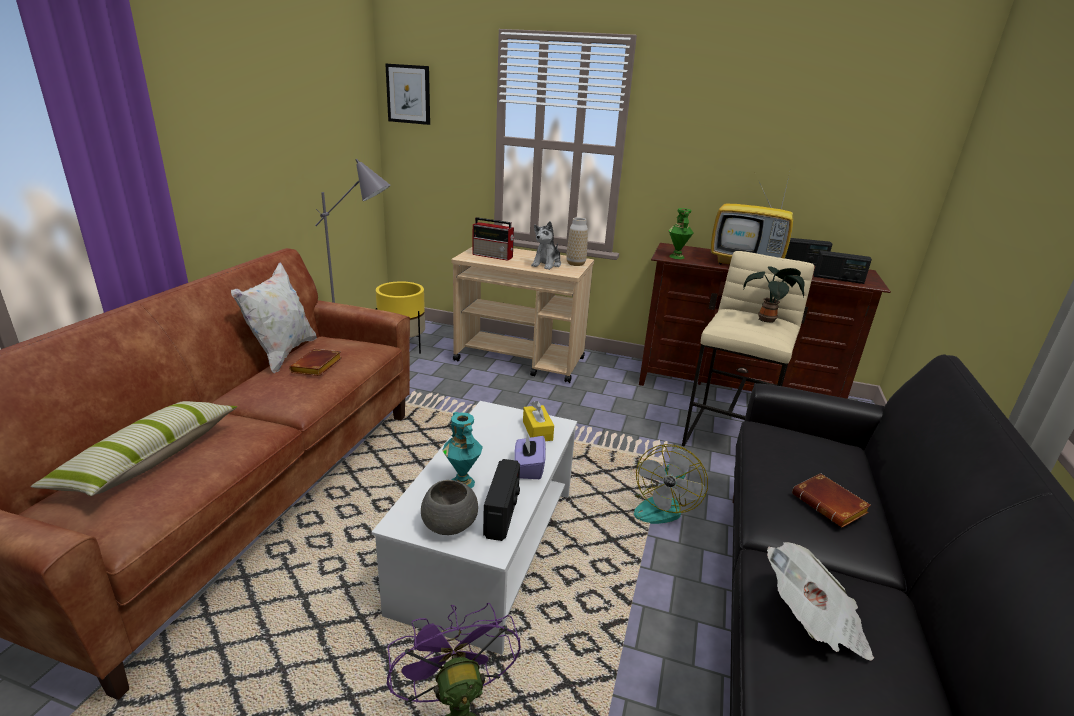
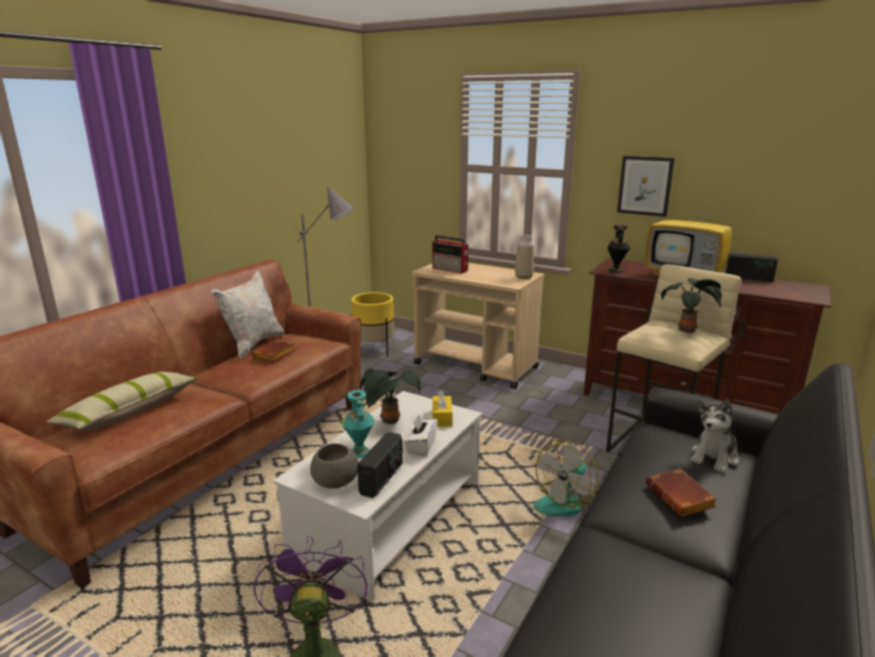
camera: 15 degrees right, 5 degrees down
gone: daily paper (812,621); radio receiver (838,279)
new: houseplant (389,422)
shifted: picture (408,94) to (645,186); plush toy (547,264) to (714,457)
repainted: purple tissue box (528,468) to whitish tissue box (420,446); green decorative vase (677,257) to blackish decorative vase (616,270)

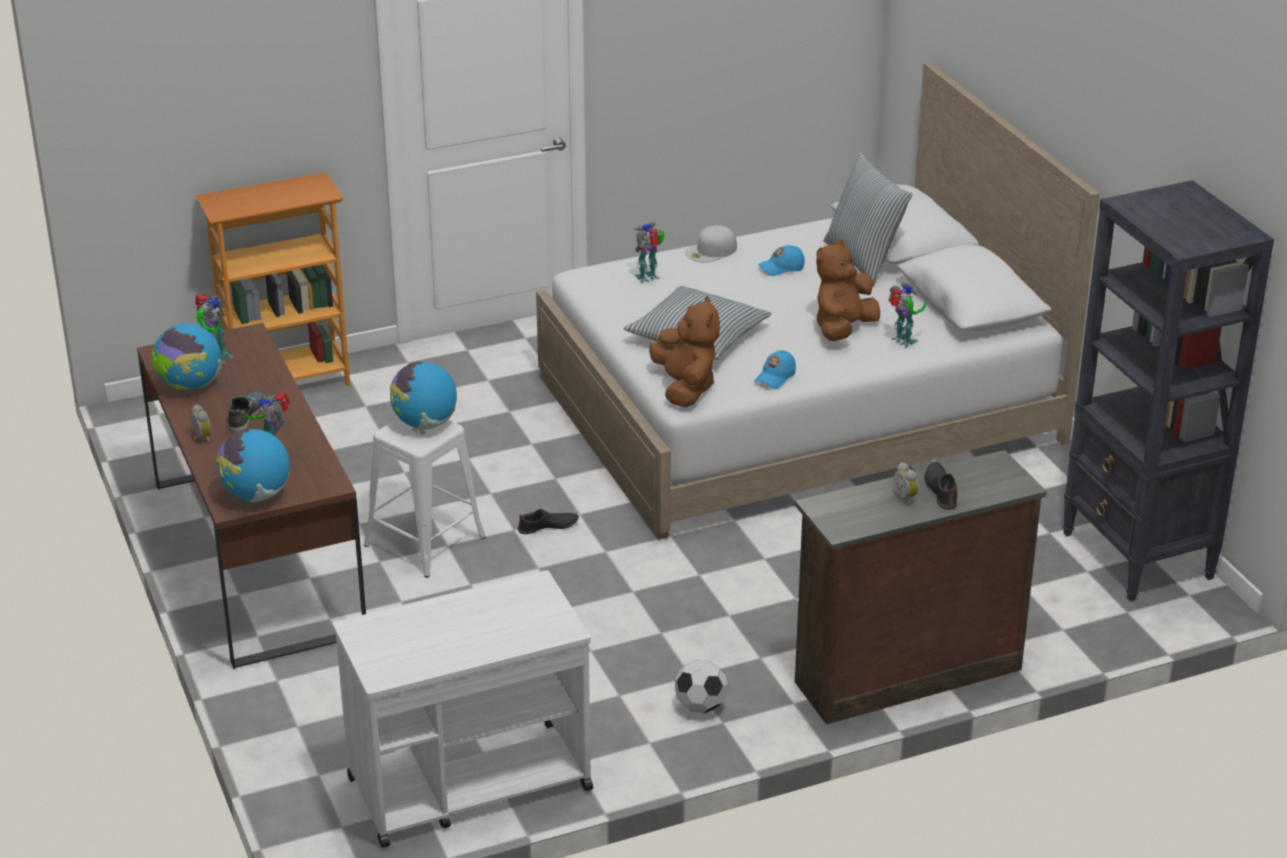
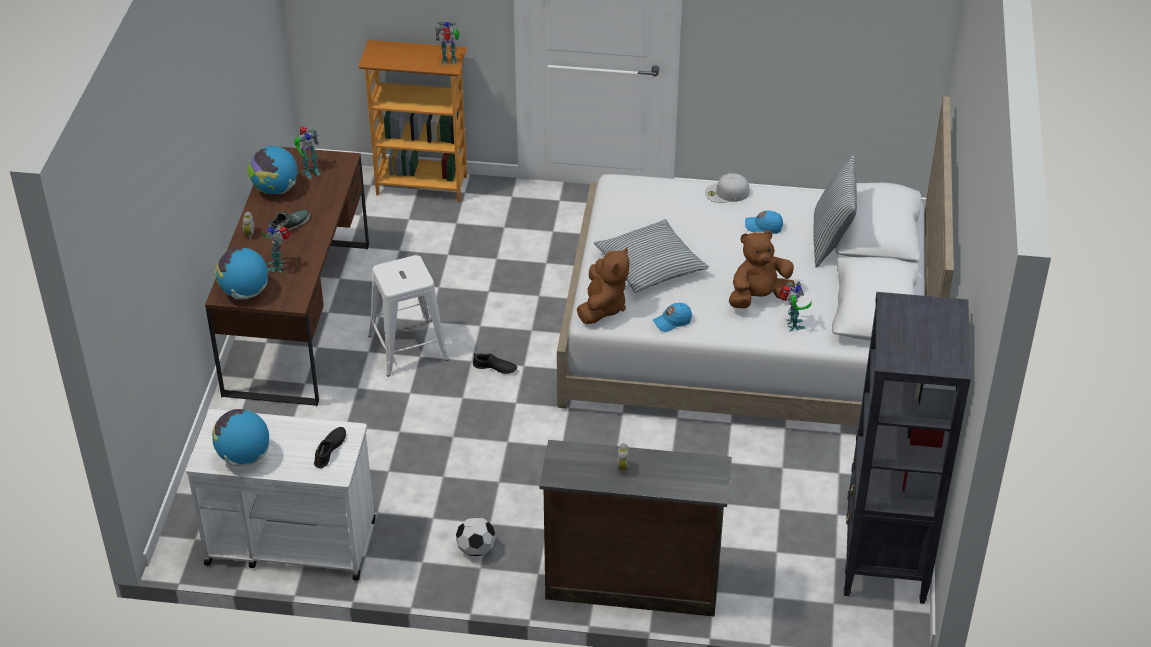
camera: 30 degrees right, 10 degrees up
shifted: globe (425,424) to (244,457); robot figure (649,278) to (450,62); blackish shoe (941,490) to (330,450)

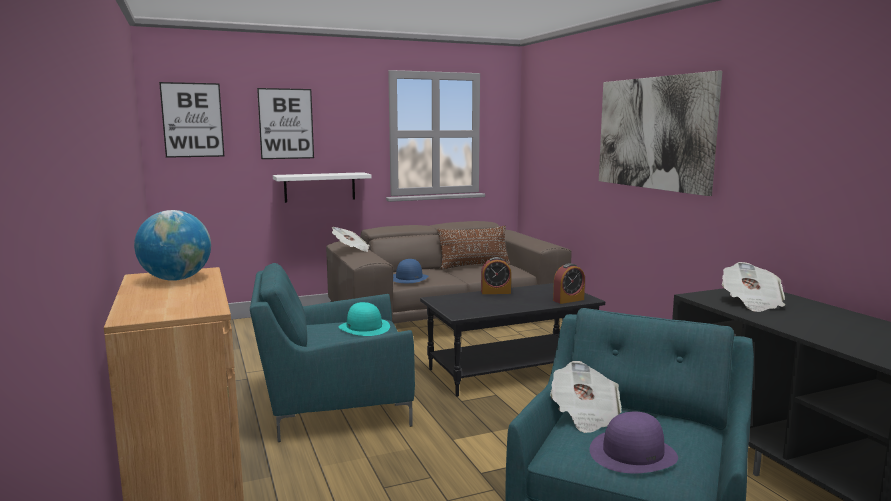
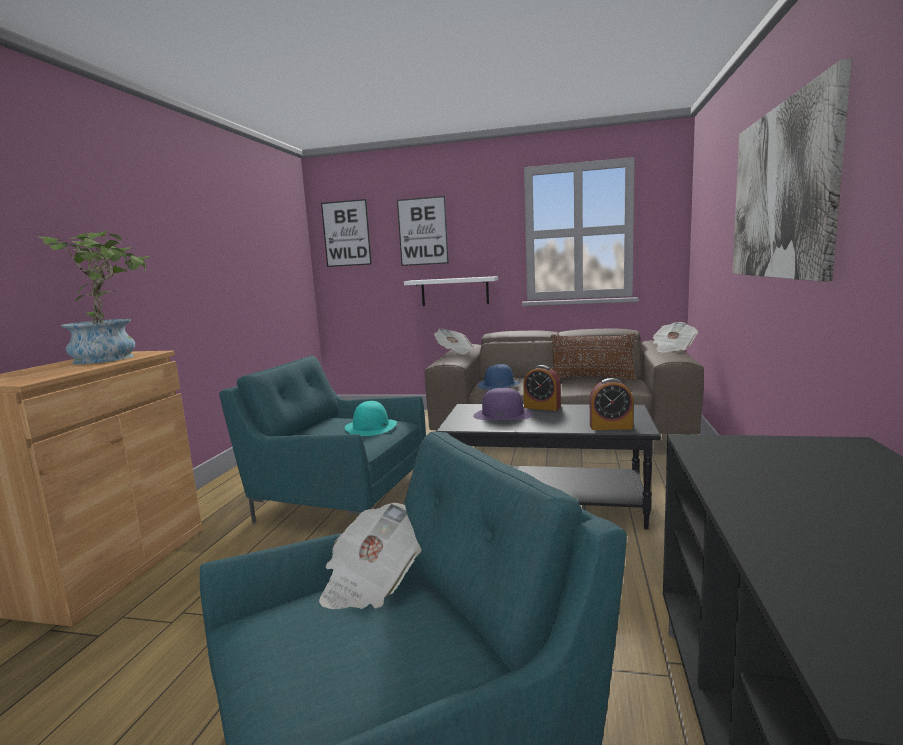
camera: 35 degrees right, 0 degrees up
shifted: purple hat (633,453) to (503,415); daily paper (751,303) to (672,349)
swapped: globe (176,279) to houseplant (112,357)

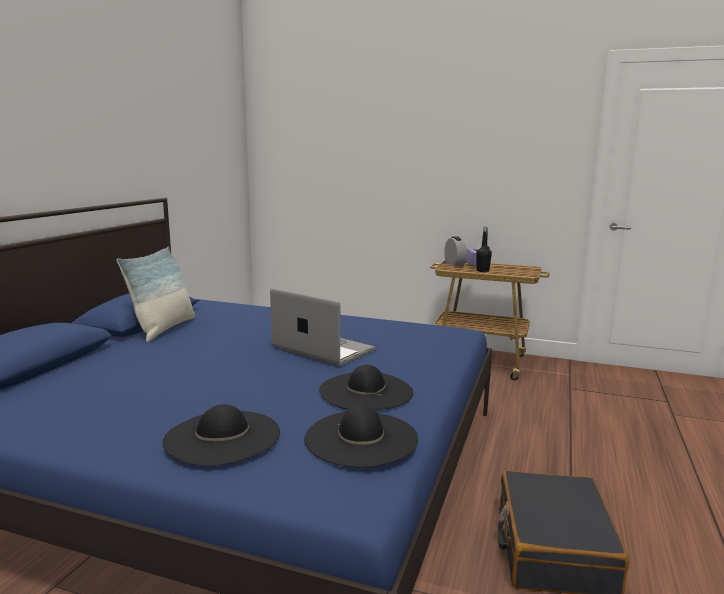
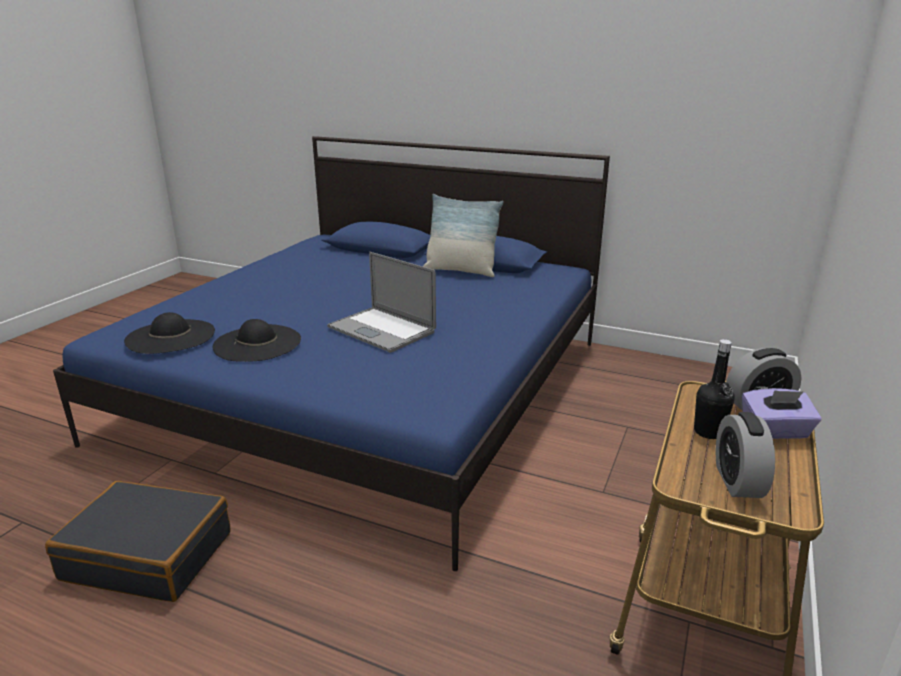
camera: 95 degrees right, 10 degrees up
gone: blackish hat (222,437)
new: bedside clock (737,481)
rotated: laptop (323,349) = (381,329) 90 degrees clockwise

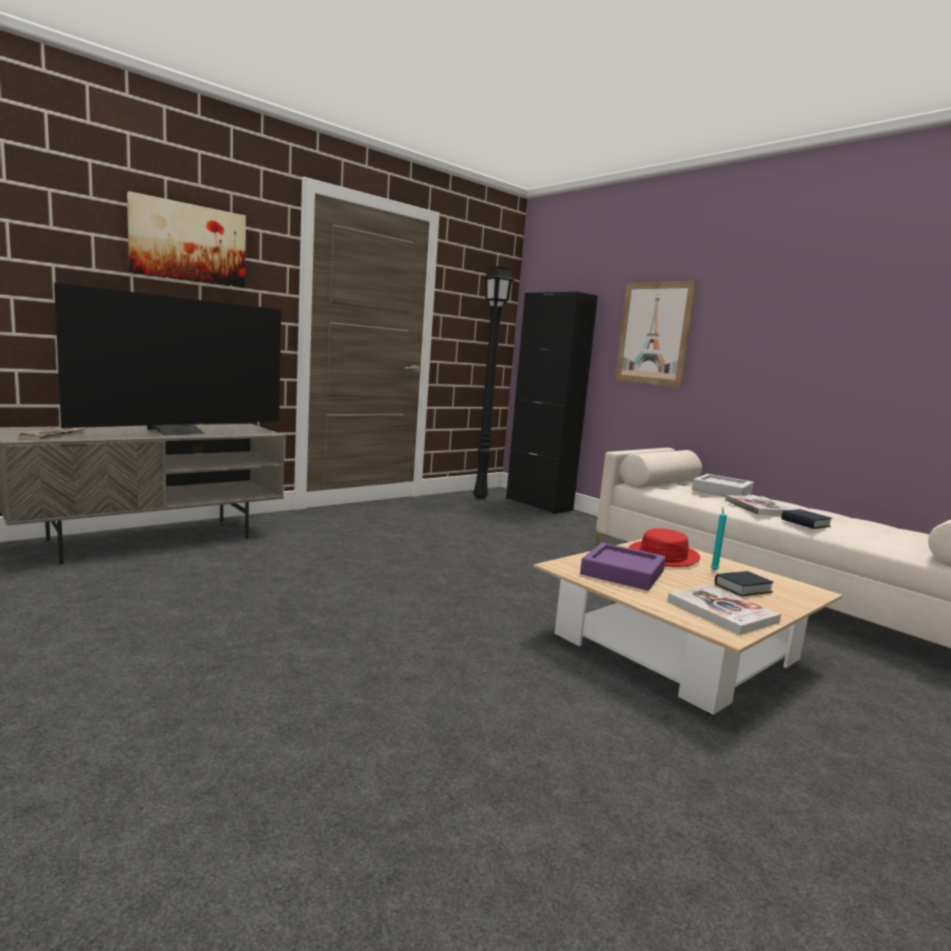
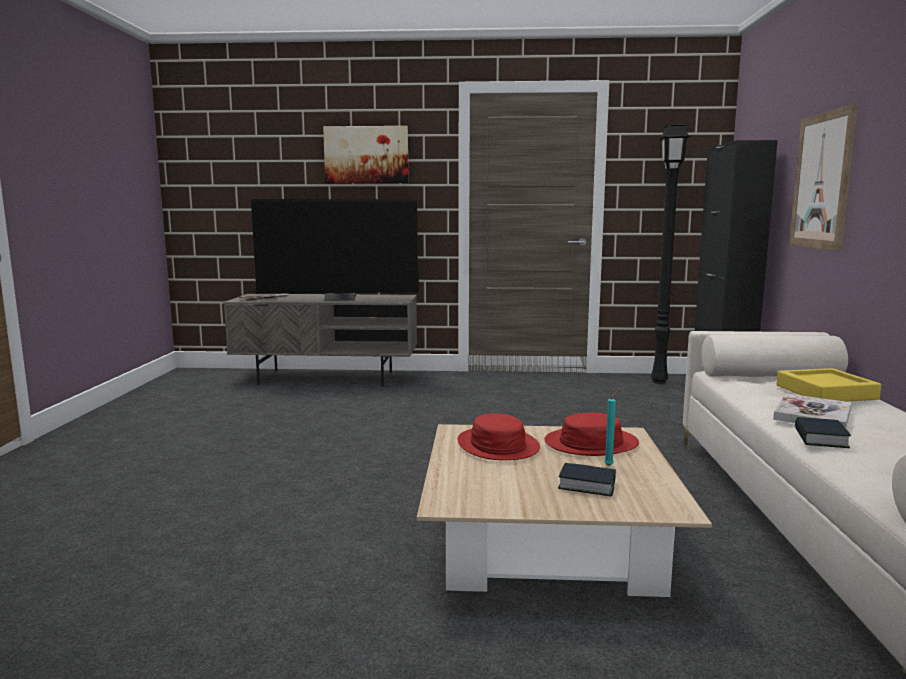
camera: 45 degrees right, 0 degrees up
gone: volume (722,611)
swapped: purple serving tray (622,572) to red-coloured hat (497,445)
repainted: grey serving tray (722,491) to yellow-coloured serving tray (825,392)

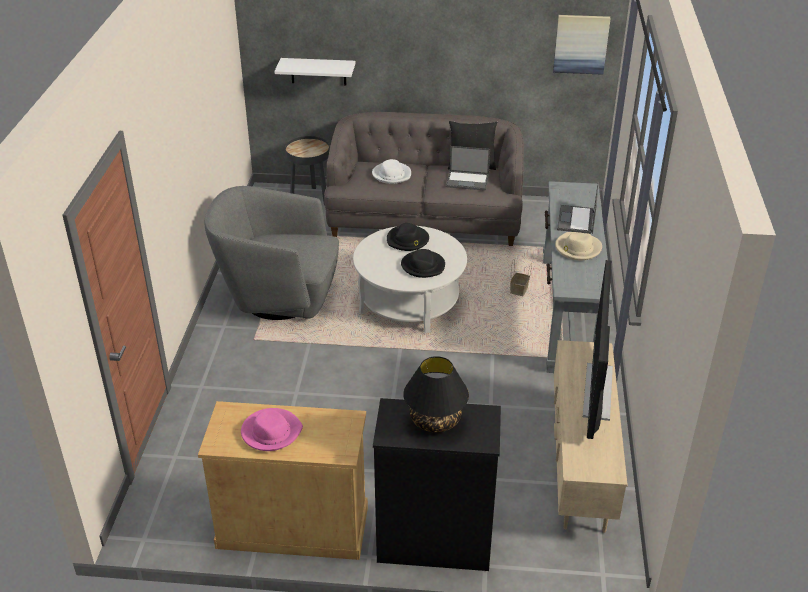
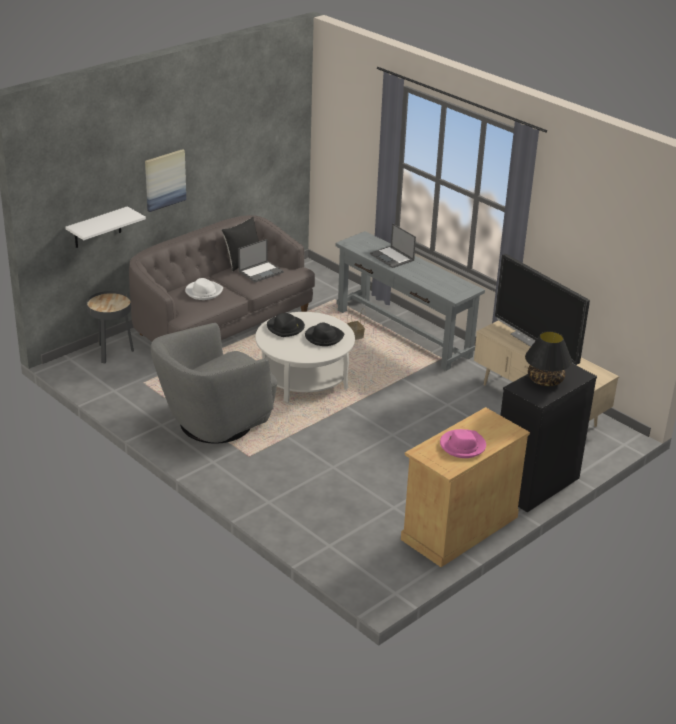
camera: 50 degrees left, 5 degrees down
gone: sand-coloured hat (577,248)
shifted: picture (581,44) to (164,180)

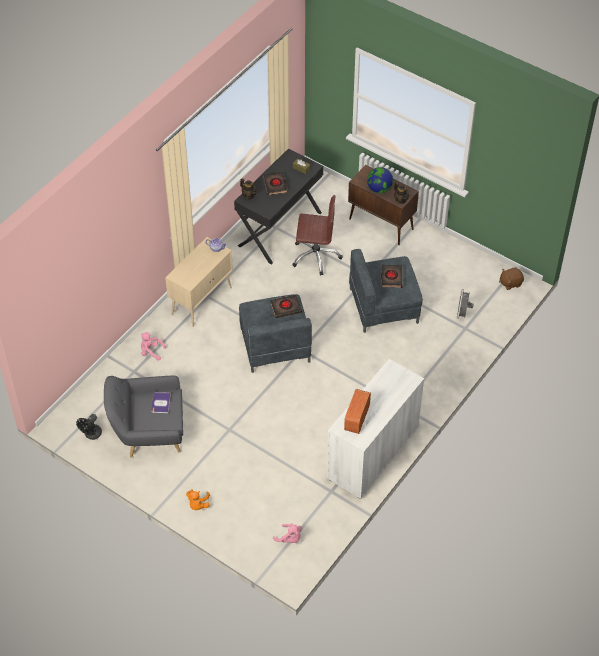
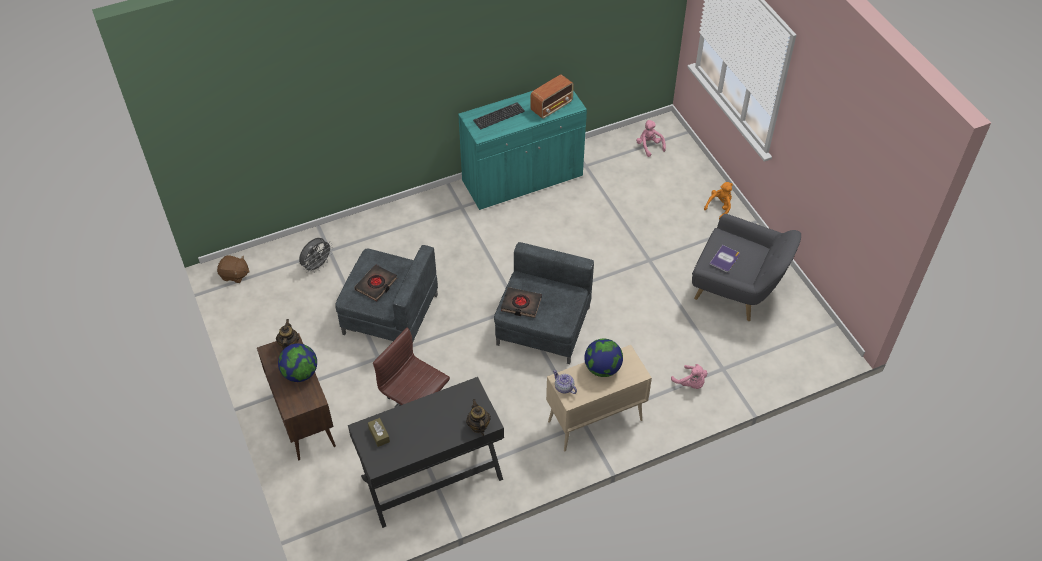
camera: 150 degrees left, 0 degrees up
gone: blackish electric fan (91,435); blackish volume (275,185)
new: PC keyboard (499,116); globe (602,368)
repainted: whitish cupboard (372,453) to turquoise-coloured cupboard (522,179)

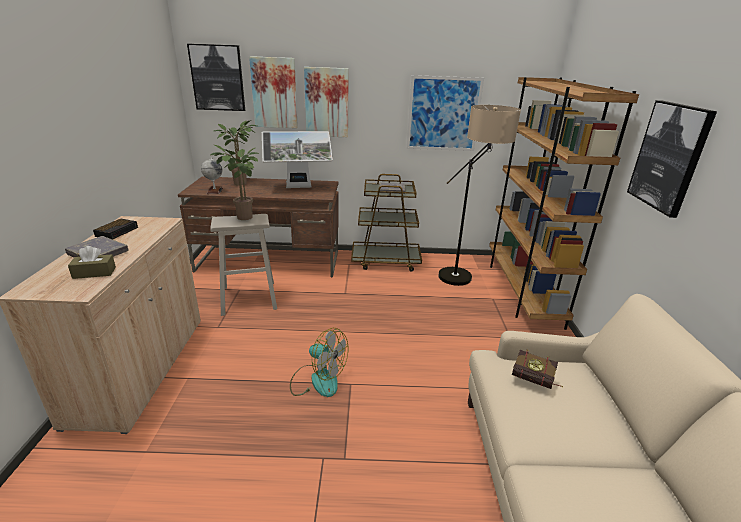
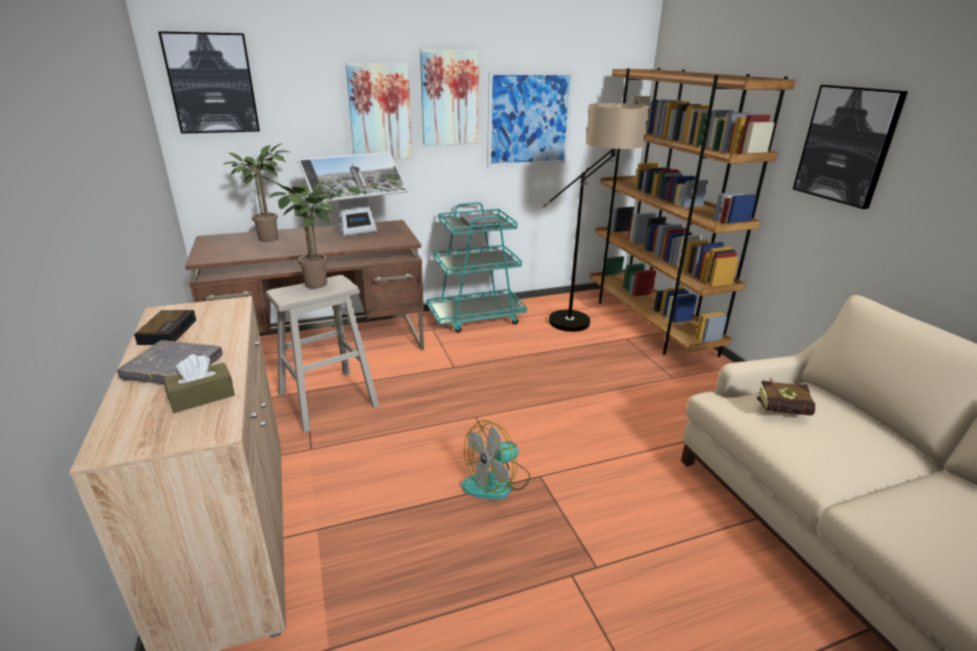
camera: 20 degrees left, 0 degrees up
gone: globe (214,191)
shifted: picture (274,93) to (449,98)
repainted: brown cart (386,261) to turquoise-coloured cart (476,317)
rotated: electric fan (318,380) = (497,482) 135 degrees clockwise

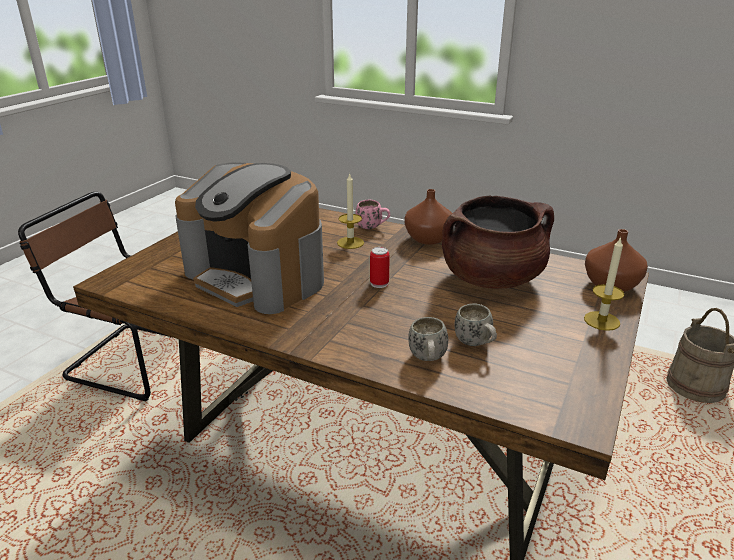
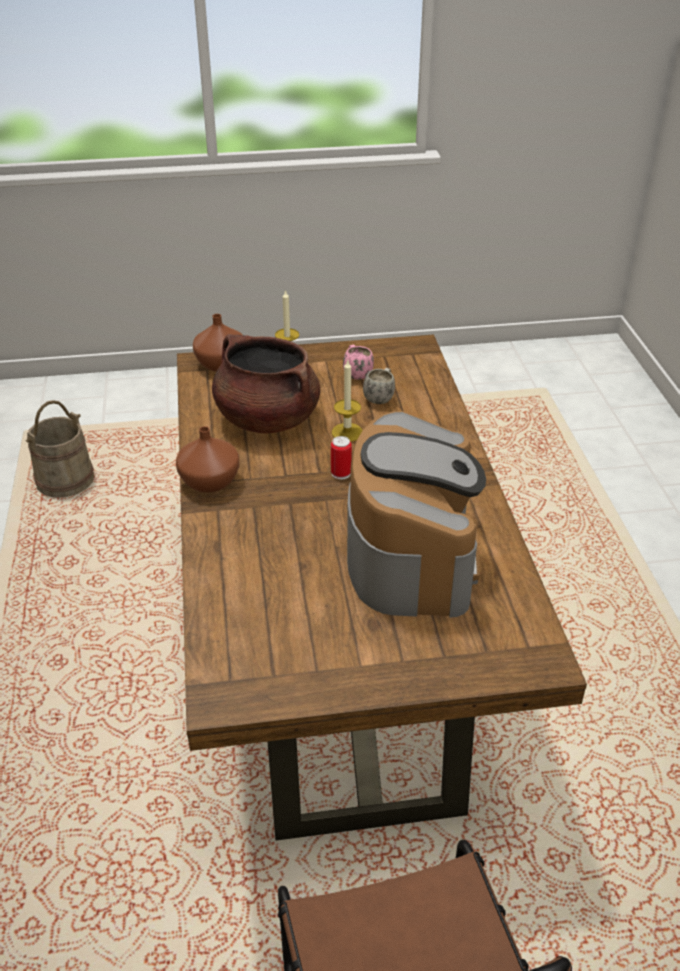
camera: 125 degrees left, 10 degrees up
gone: whitish mug (428,359)
shifted: wax light (350,243) to (347,432); pink mug (373,227) to (356,373)

